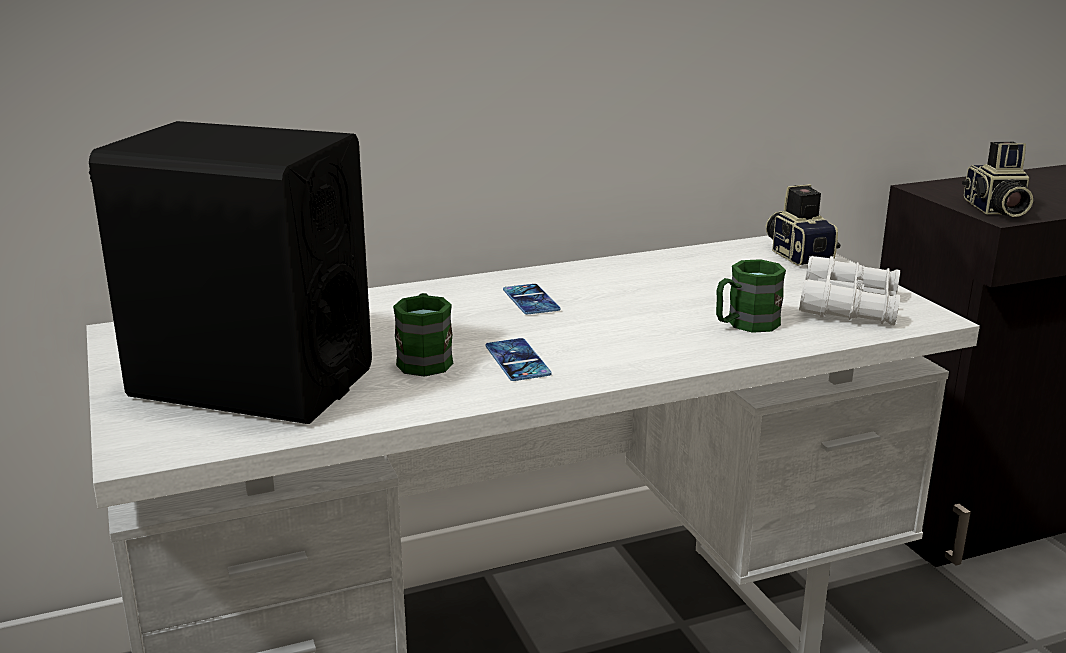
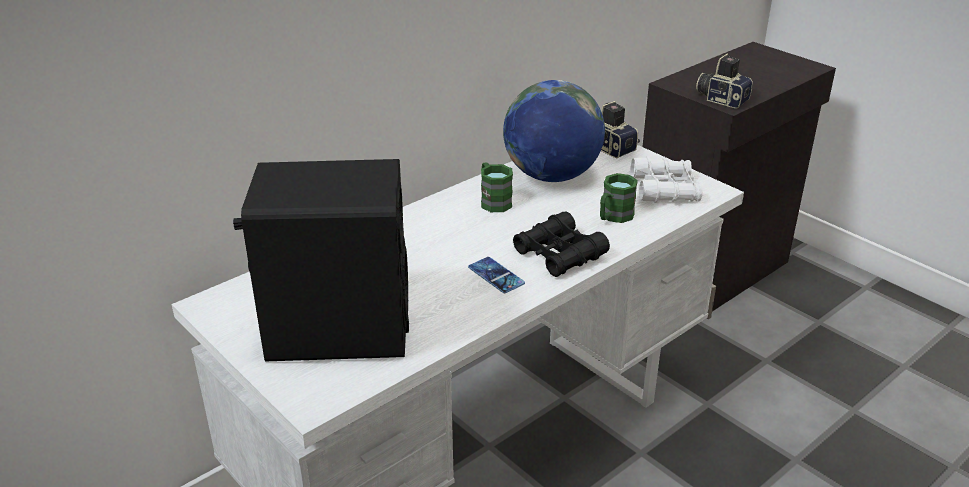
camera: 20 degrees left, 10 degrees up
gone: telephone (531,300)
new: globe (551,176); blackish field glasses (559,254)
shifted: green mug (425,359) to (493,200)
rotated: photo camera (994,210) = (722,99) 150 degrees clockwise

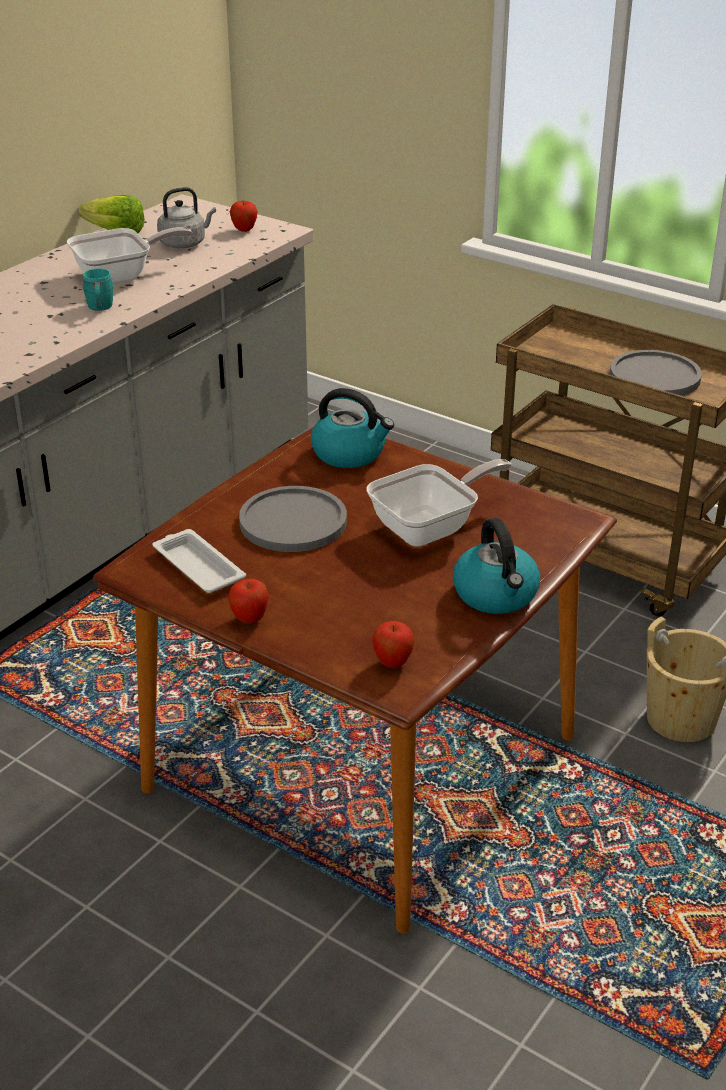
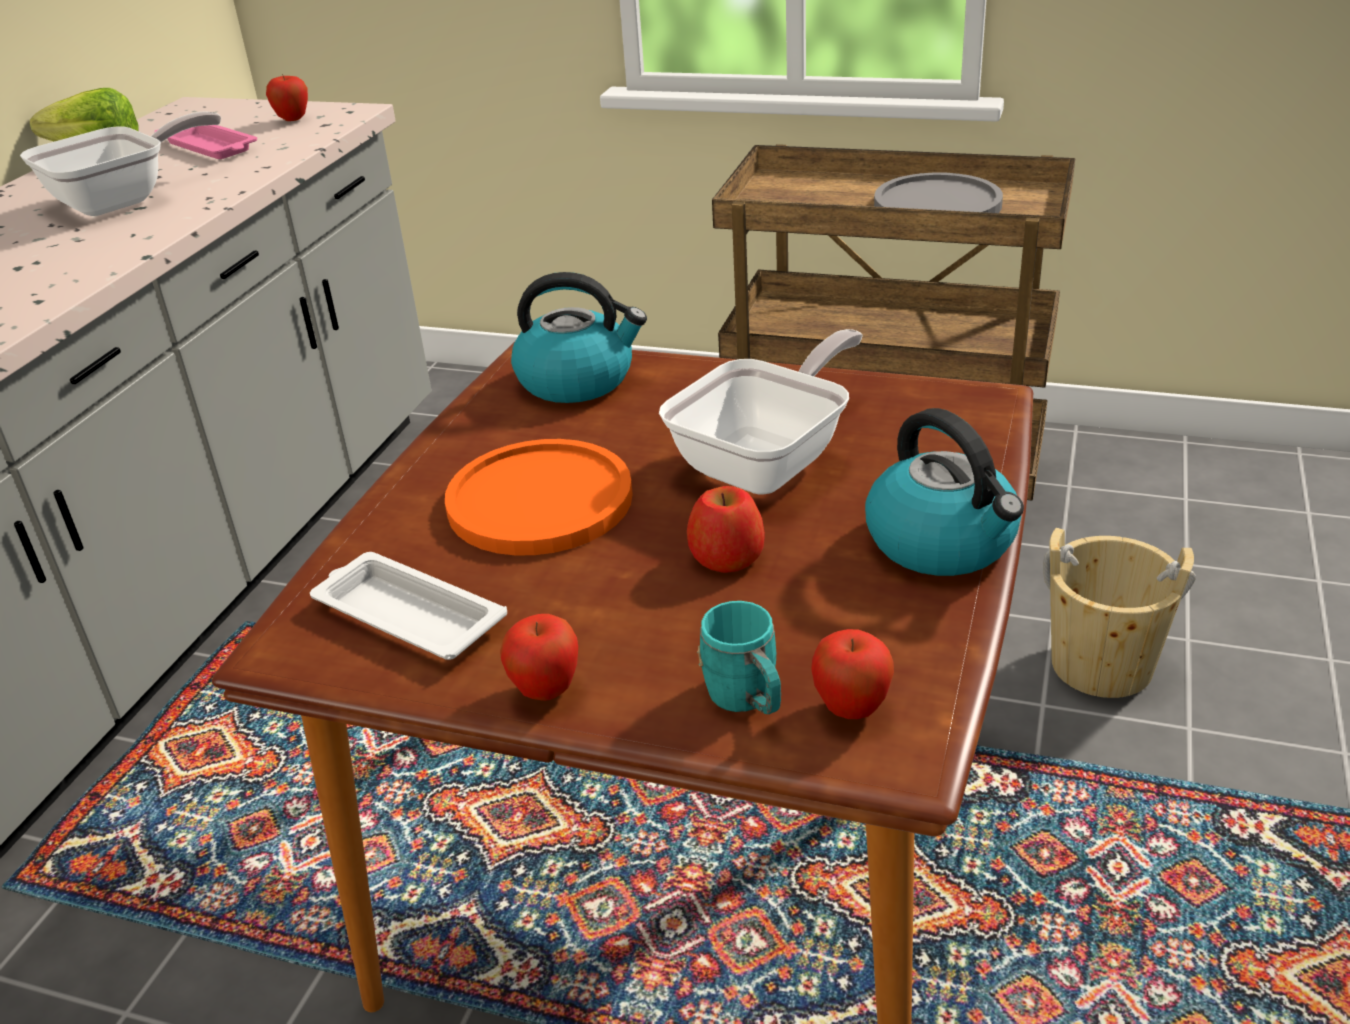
camera: 15 degrees left, 0 degrees up
new: apple fruit (727,556)
shifted: turquoise-coloured mug (100,308) to (747,701)
swapped: grey tea kettle (185,243) to pink serving tray (210,147)
repainted: grey flat dish (293,521) to orange flat dish (540,500)

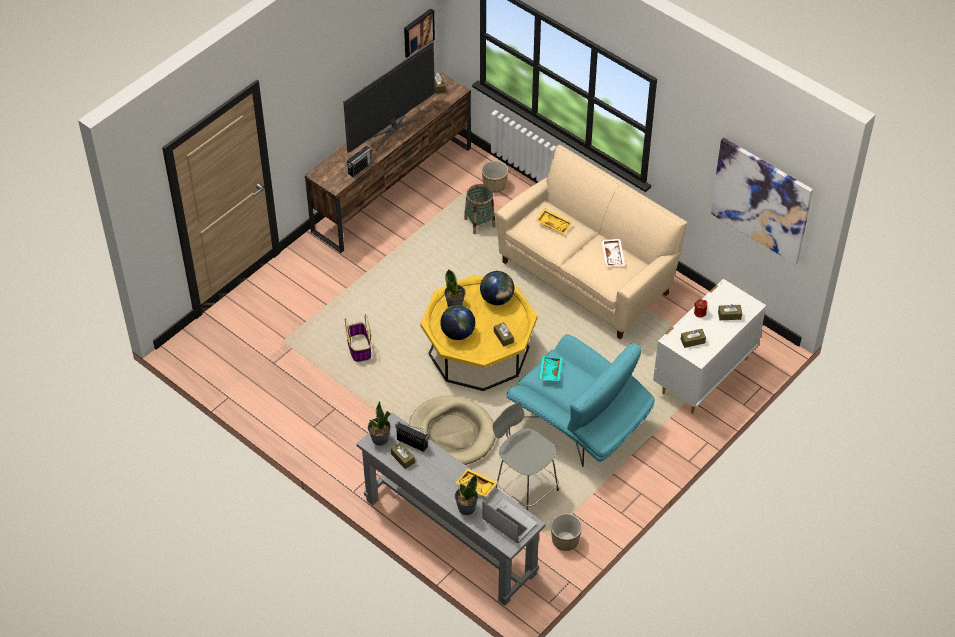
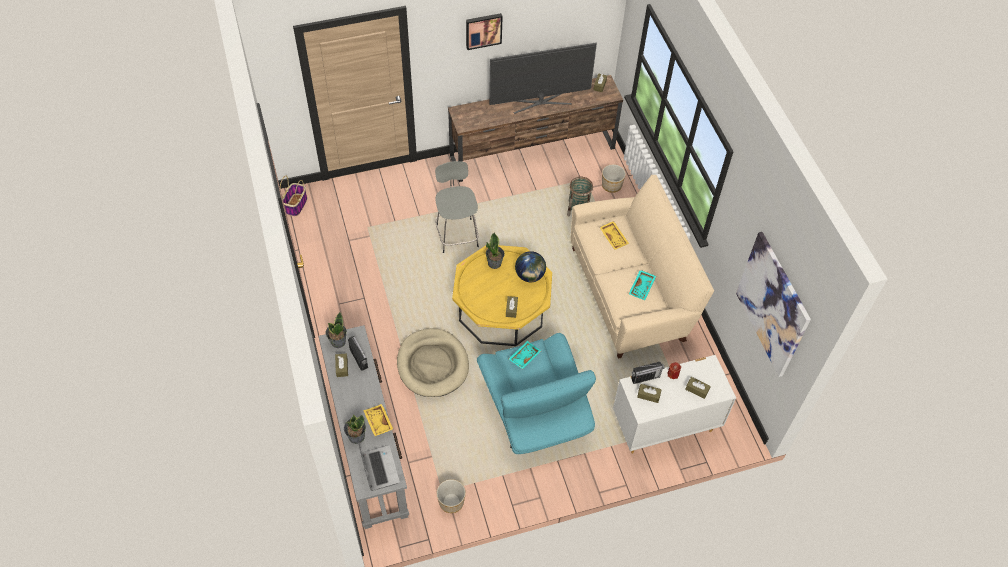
camera: 30 degrees right, 5 degrees up
gone: globe (458,333)
shifted: household basket (359,348) to (296,204); radio receiver (360,168) to (645,377); picture (417,32) to (483,30); grey stool (525,489) to (457,234)
repainted: whitish serving tray (613,256) to turquoise-coloured serving tray (642,287)

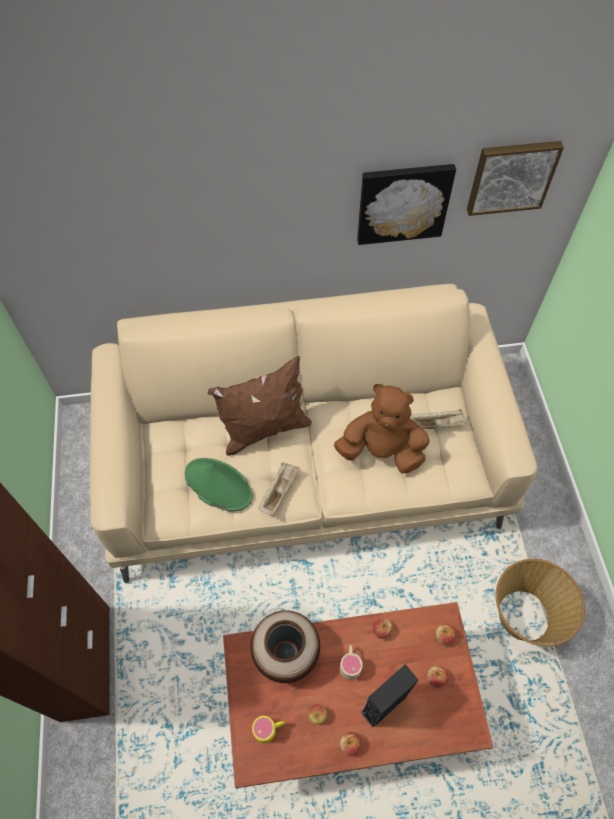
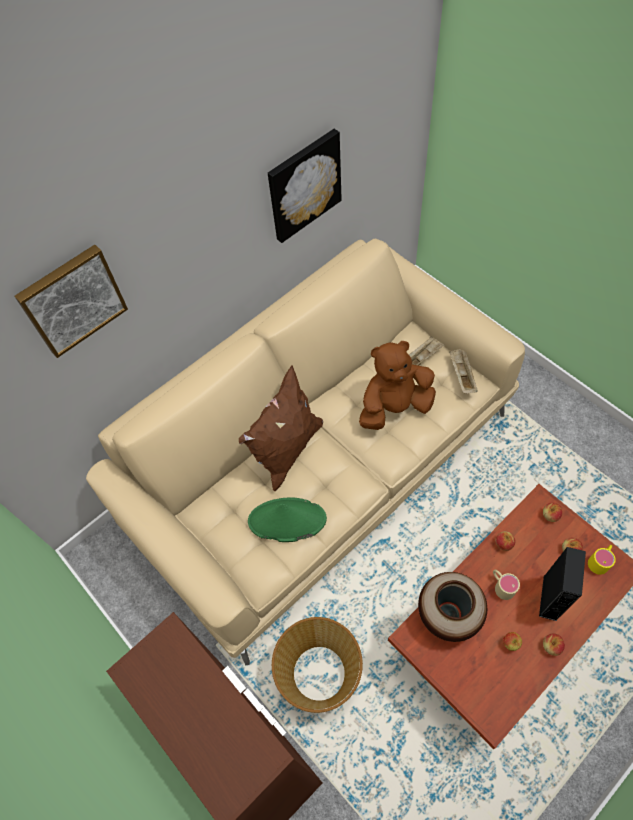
camera: 30 degrees left, 0 degrees up
shifted: yellow-coloured mug (269,729) to (600,560); sand-coloured serving tray (279,491) to (461,375); picture (511,176) to (72,300); household basket (523,617) to (320,674)

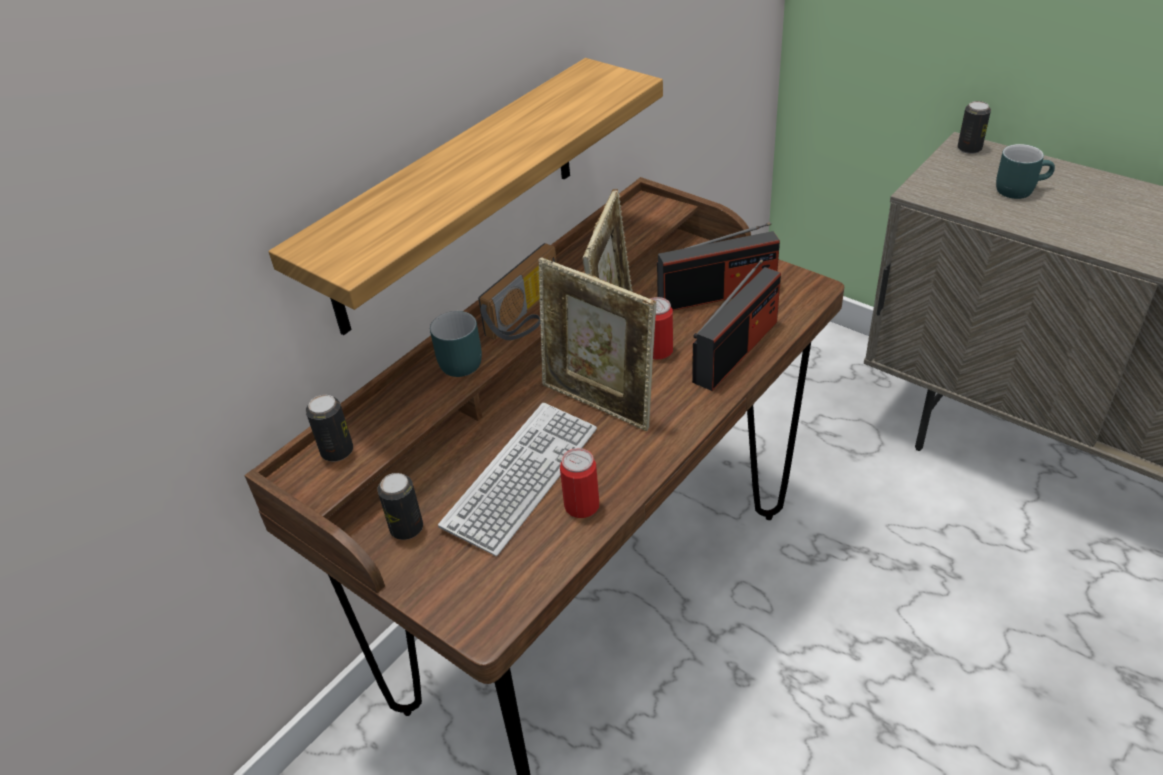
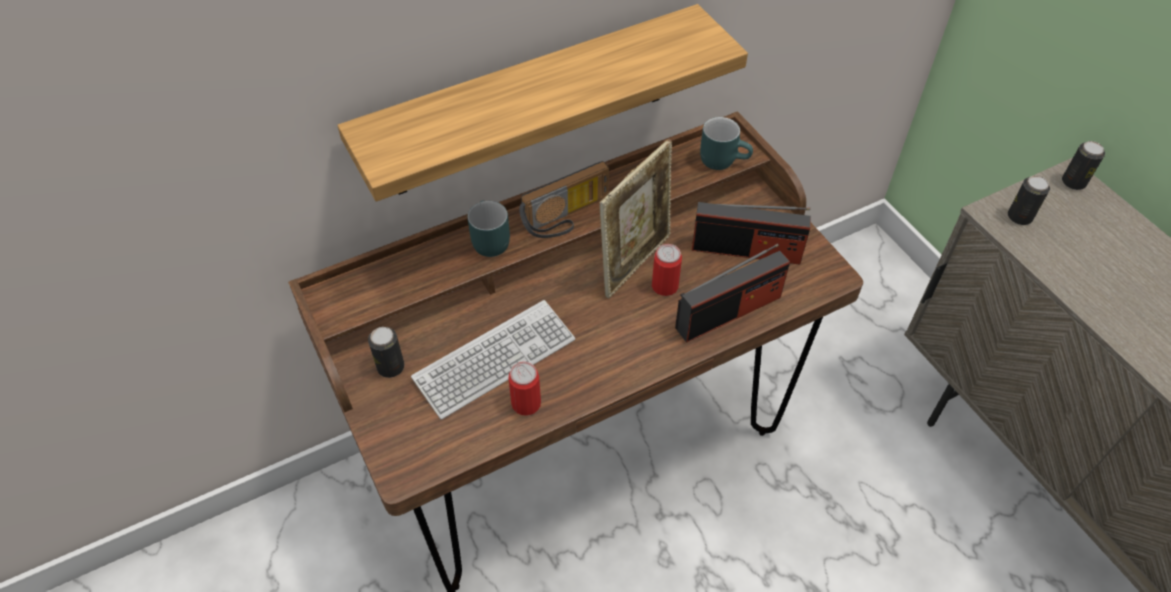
camera: 20 degrees right, 10 degrees up
gone: standing frame (599,403)
shifted: metal can (337,451) to (1019,217); turquoise-coloured mug (1019,188) to (723,159)

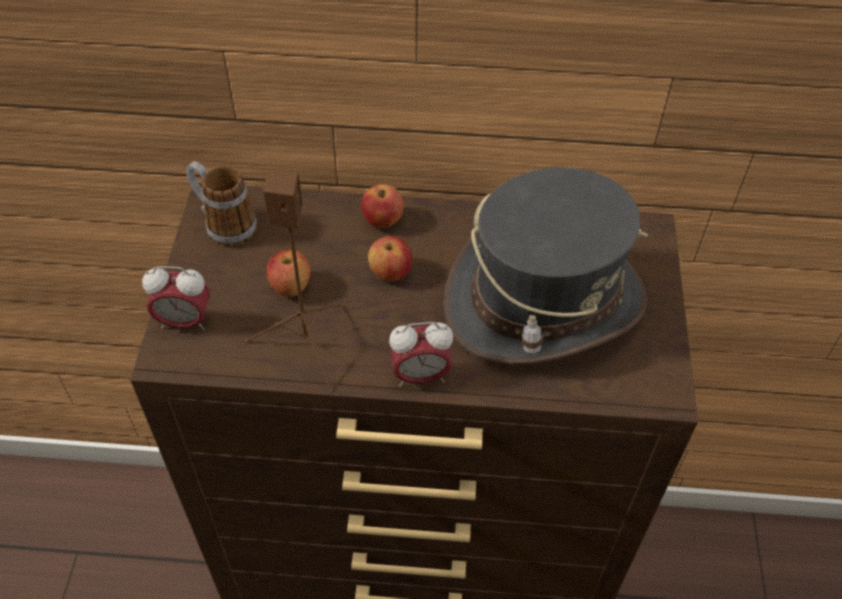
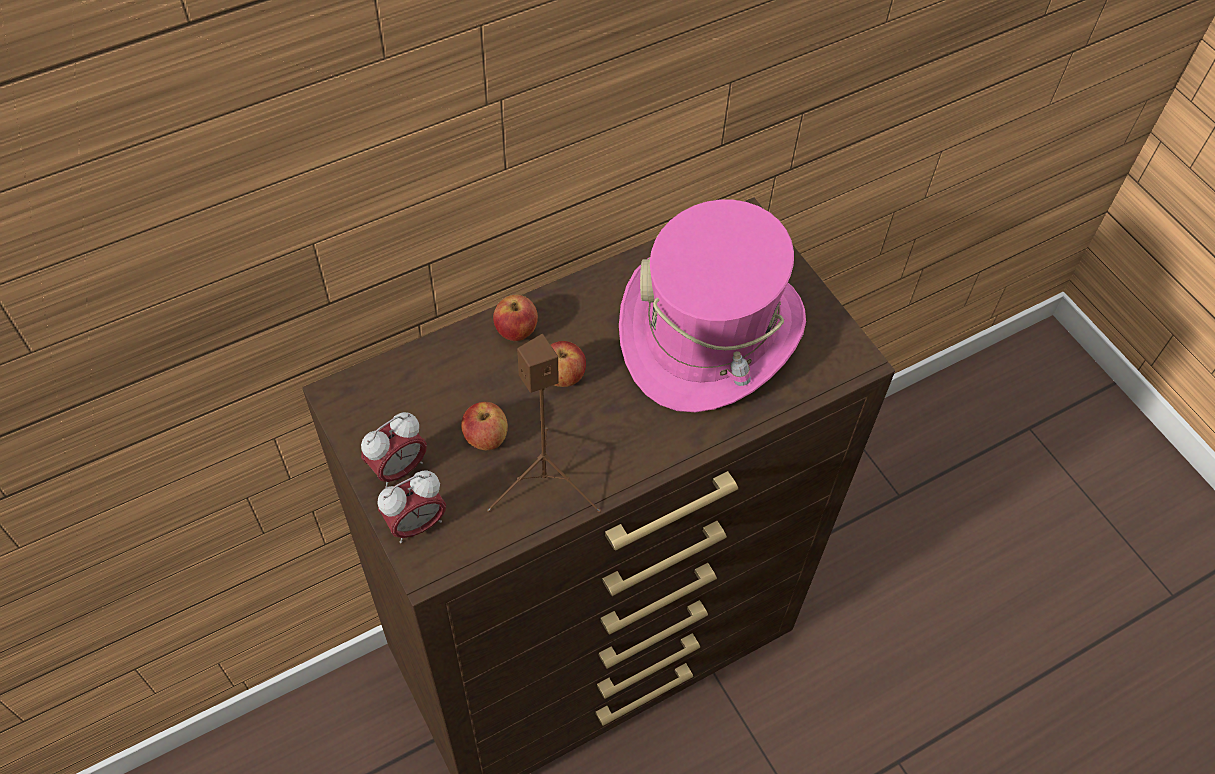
camera: 35 degrees left, 5 degrees up
gone: mug (224,224)
shifted: bedside clock (420,376) to (398,469)
repainted: grey hat (544,302) to pink hat (710,333)

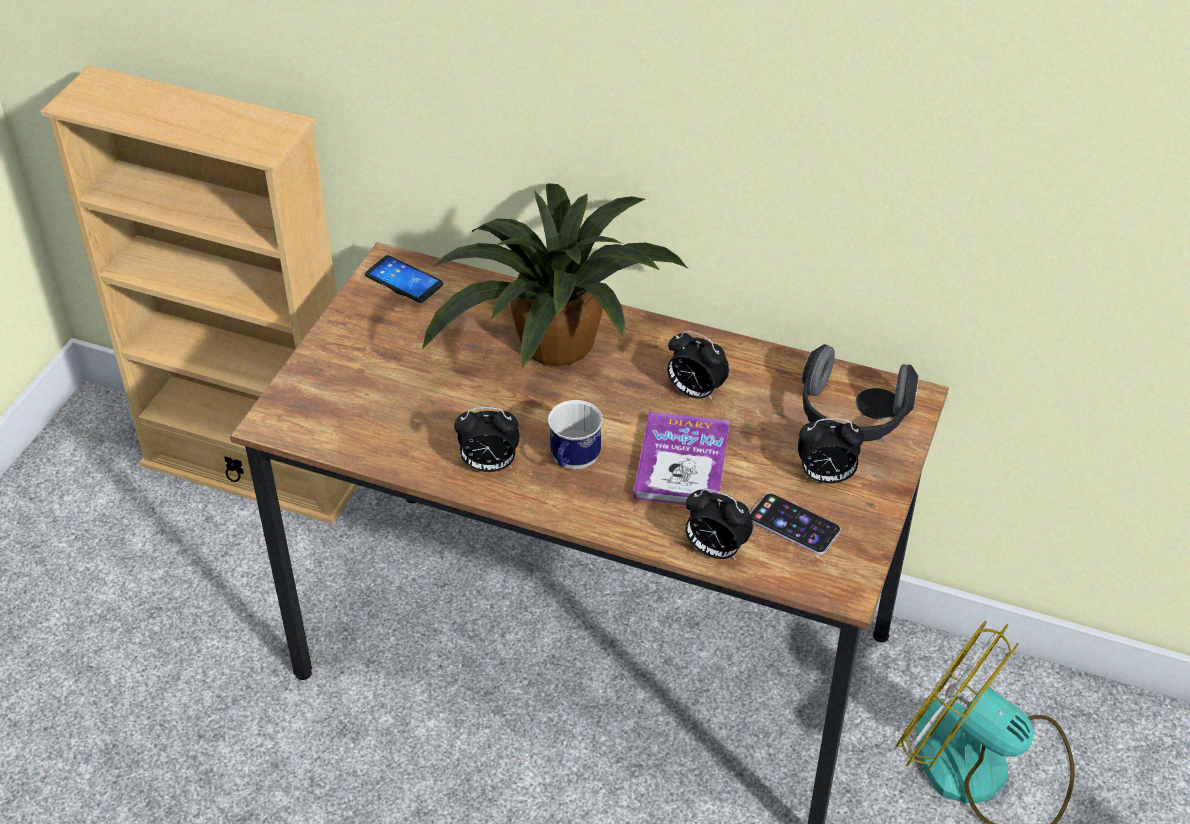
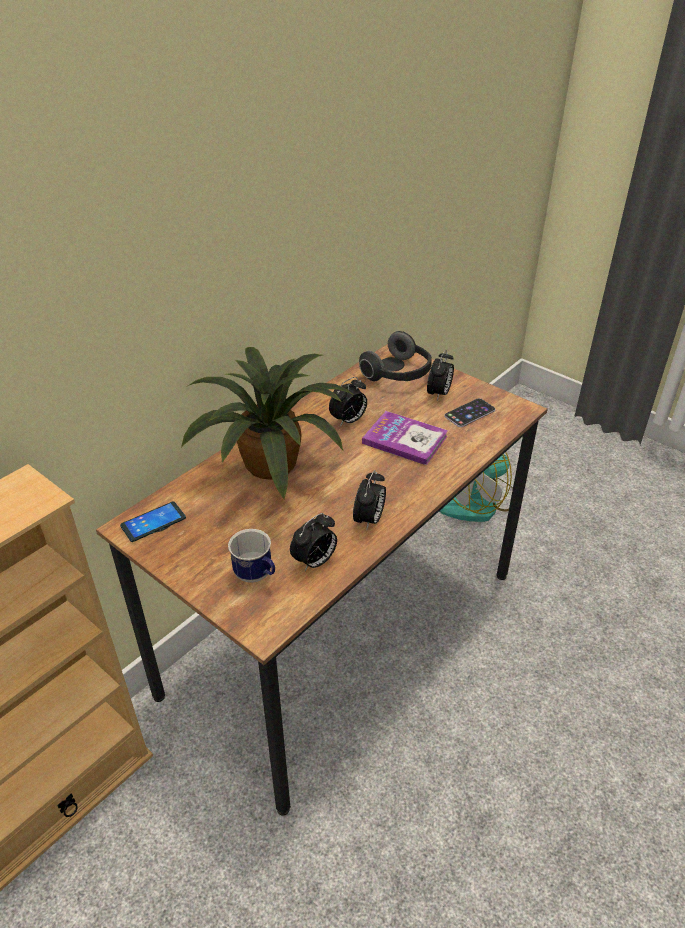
camera: 70 degrees left, 5 degrees down
shifted: mug (572,463) to (257,576); bedside clock (714,550) to (315,562)

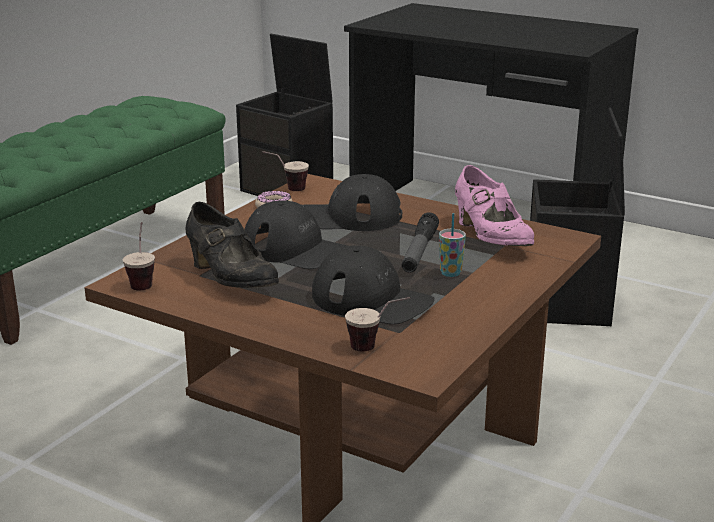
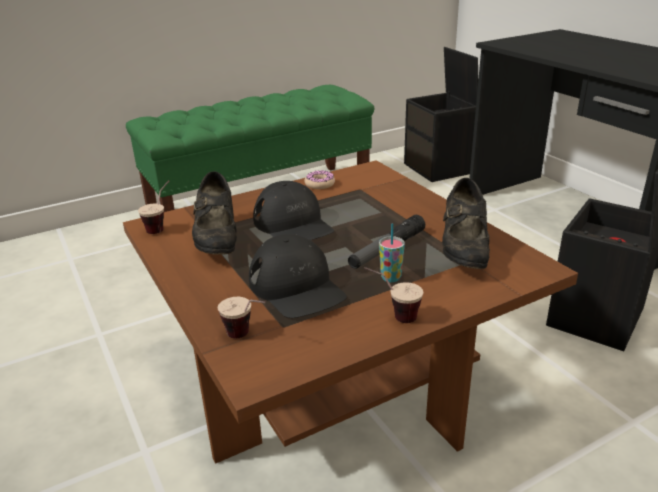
camera: 30 degrees right, 5 degrees up
gone: blackish cap (349,217)
shifted: cup (286,190) to (392,316)
repainted: pink shoe (490,238) to blackish shoe (463,251)

